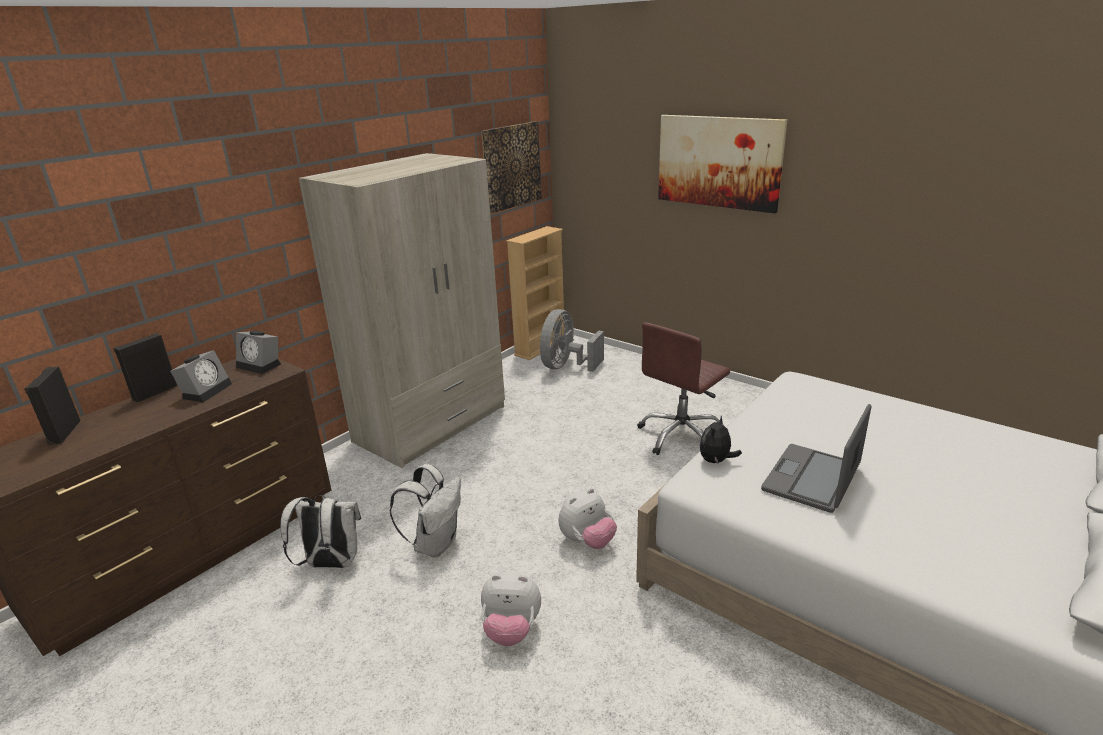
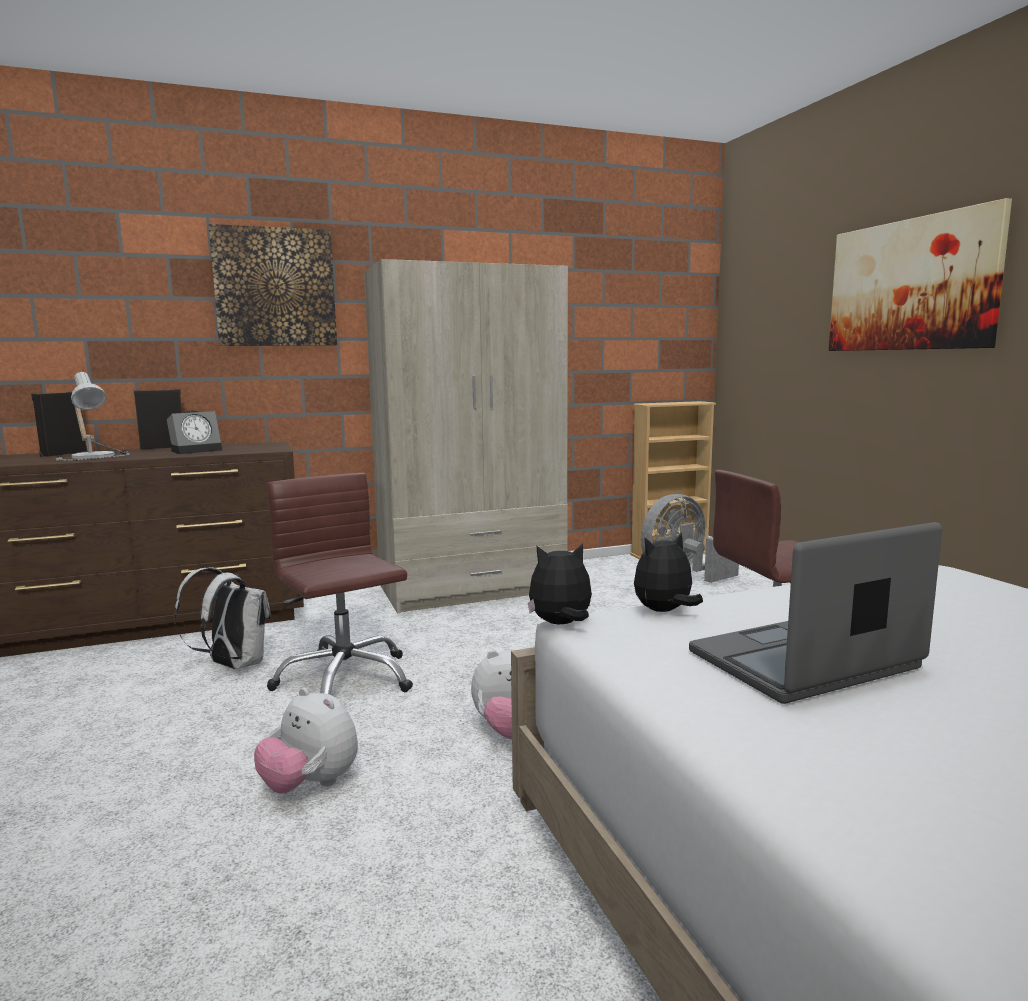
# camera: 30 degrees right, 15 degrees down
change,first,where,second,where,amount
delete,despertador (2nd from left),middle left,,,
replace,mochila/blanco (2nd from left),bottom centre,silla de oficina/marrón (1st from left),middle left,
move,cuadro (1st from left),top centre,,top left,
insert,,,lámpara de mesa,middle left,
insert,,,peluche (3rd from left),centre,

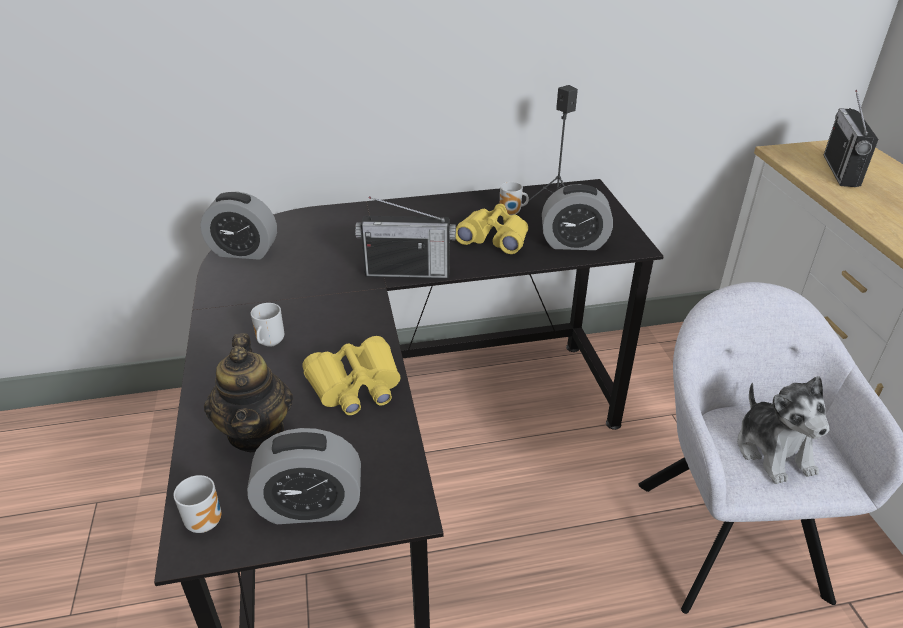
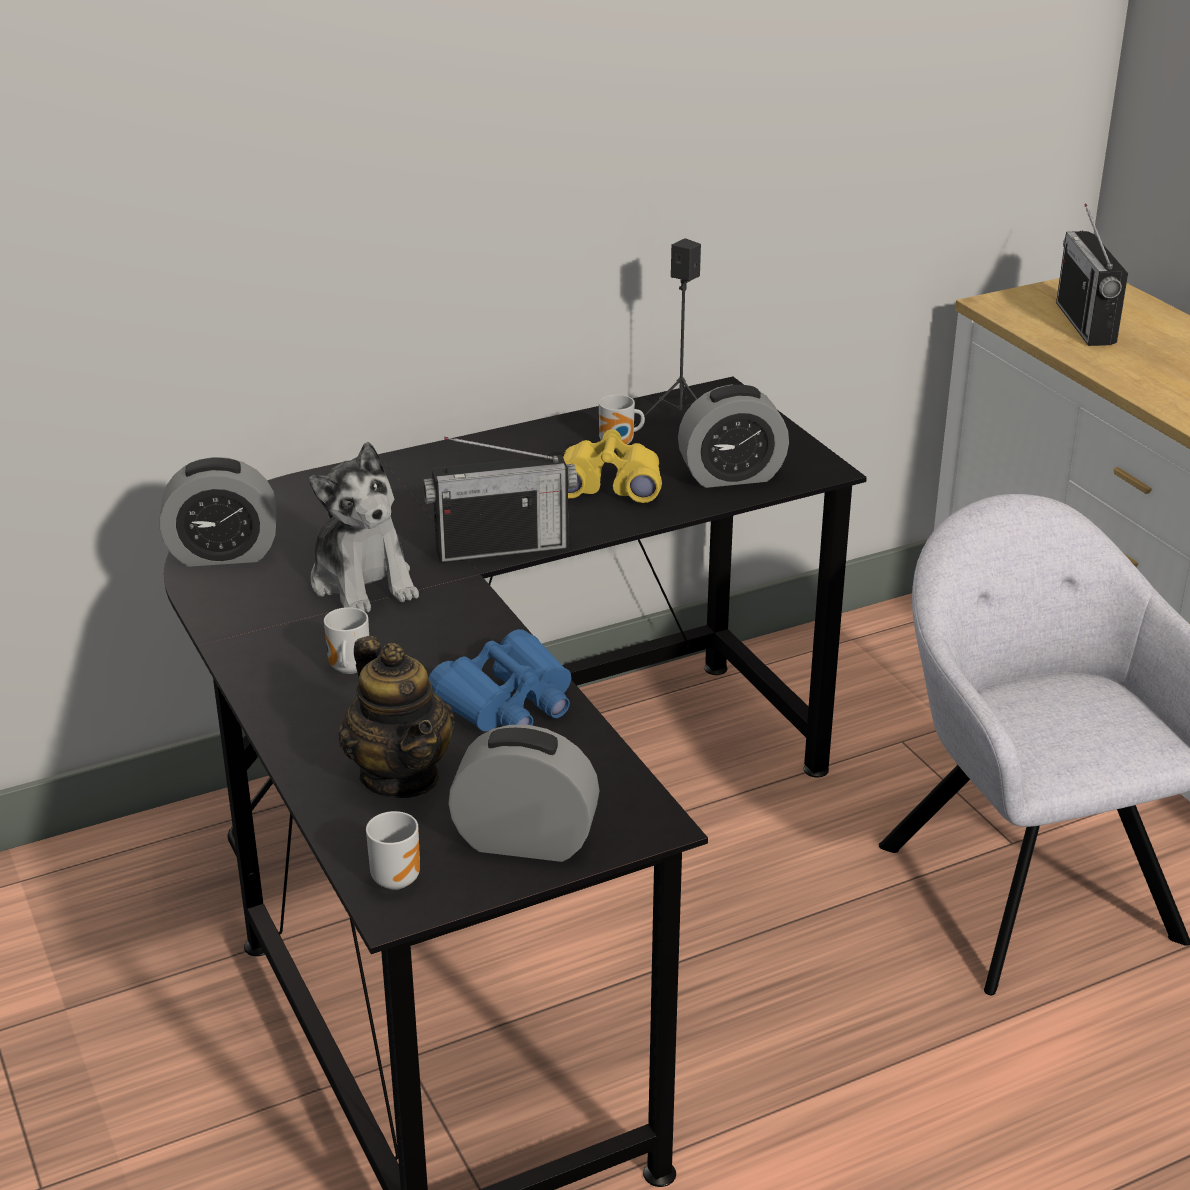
# camera: 15 degrees left, 5 degrees down
change,first,where,second,where,amount
rotate,despertador (2nd from left),bottom centre,,centre,150 degrees counterclockwise
recolor,prismáticos/amarillo (1st from left),centre,prismáticos/azul,centre,
move,peluche,bottom right,,middle left,

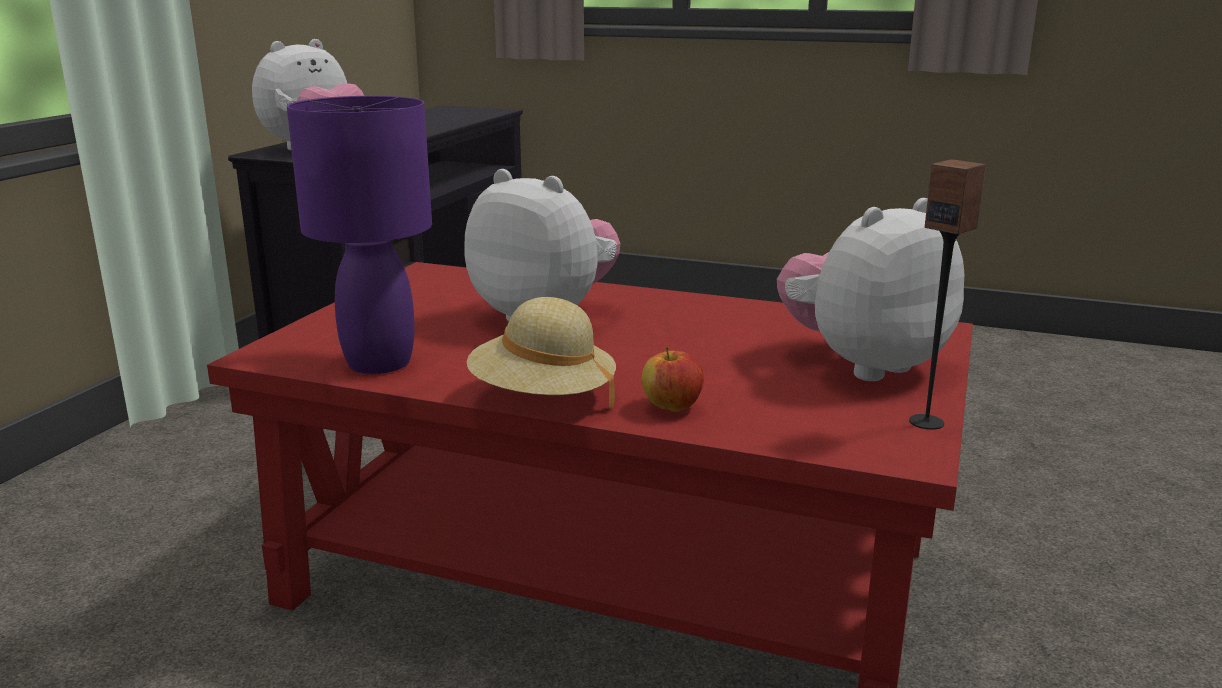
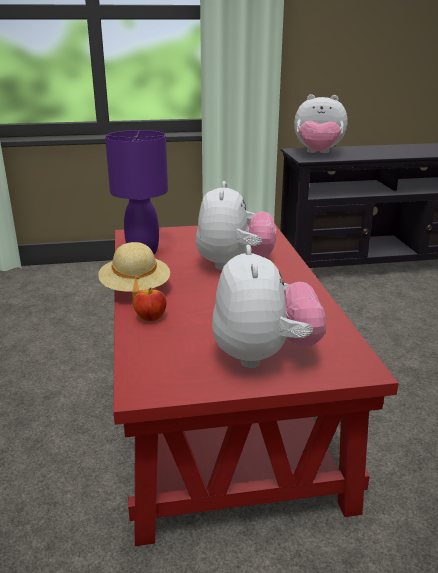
# camera: 60 degrees right, 5 degrees up
change,first,where,second,where,amount
rotate,peluche (3rd from left in the first image),middle right,peluche (2nd from left),centre,60 degrees clockwise
delete,altavoz,middle right,,,

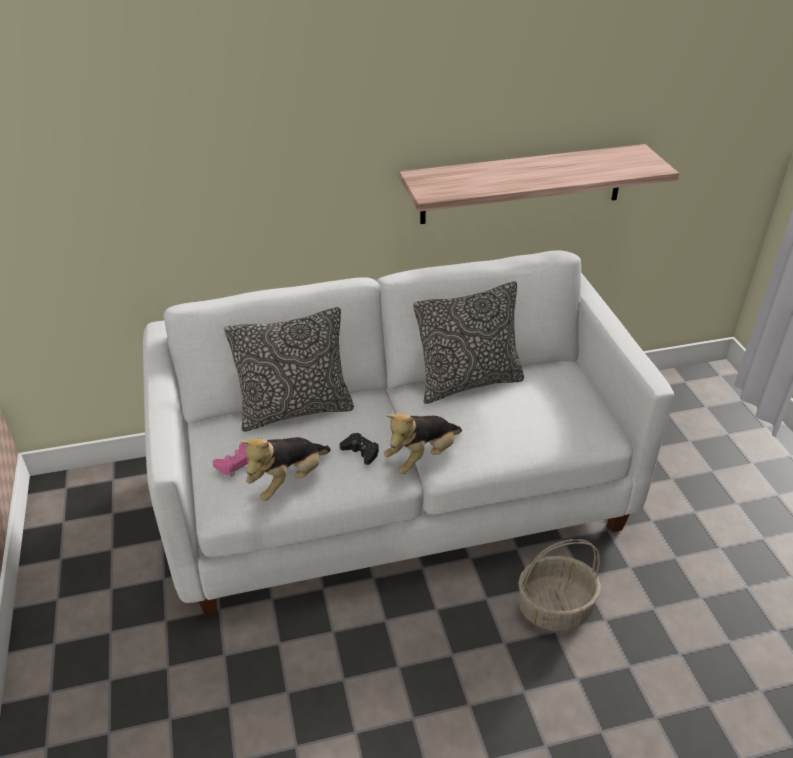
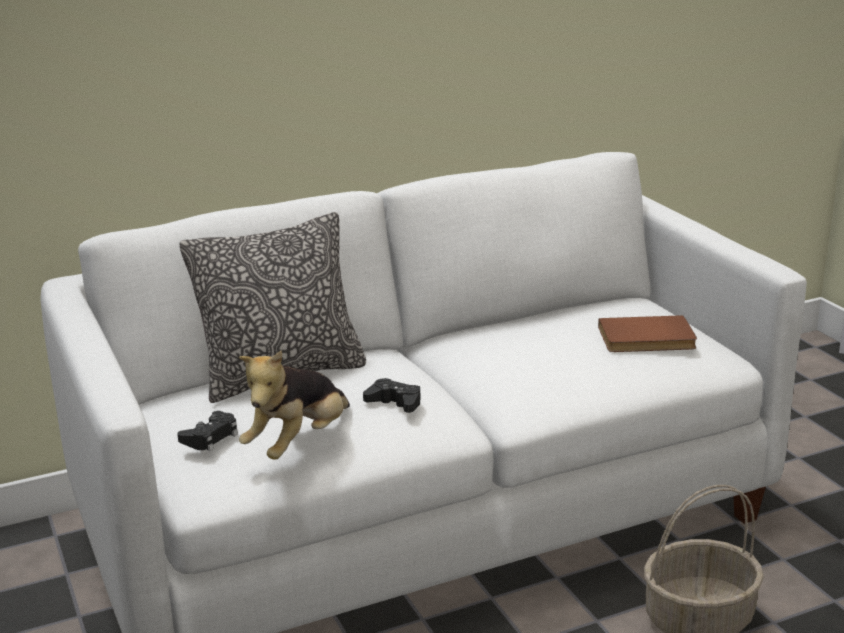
# camera: 10 degrees left, 15 degrees down
change,first,where,second,where,amount
recolor,mando de consola/rosa,middle left,mando de consola/negro (1st from left),bottom left,
delete,peluche (2nd from left),centre,,,
delete,estante,top right,,,
delete,cojín (2nd from left),centre,,,
insert,,,libro/marrón,middle right,

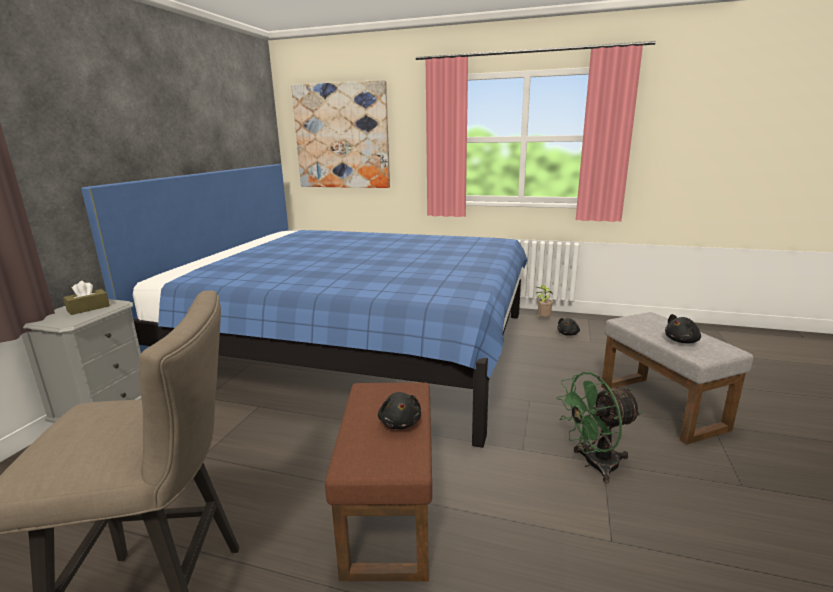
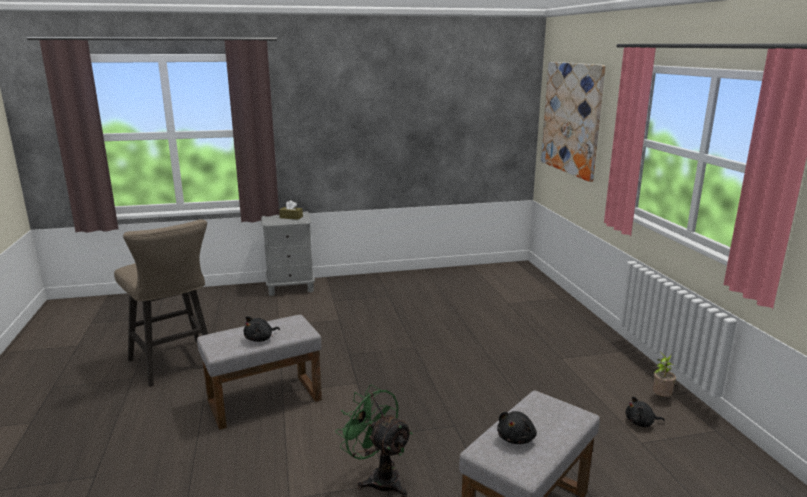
# camera: 60 degrees right, 0 degrees up
change,first,where,second,where,amount
delete,cama/azul,centre,,,
recolor,puf/marrón,bottom centre,puf/gris (1st from left),bottom left,
rotate,peluche/negro (3rd from left in the first image),middle right,peluche/negro (2nd from left),bottom centre,90 degrees counterclockwise

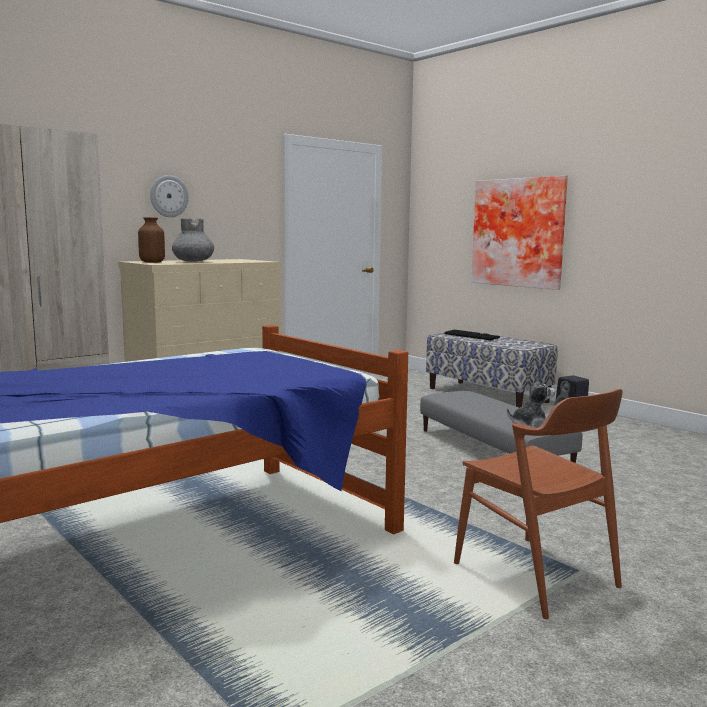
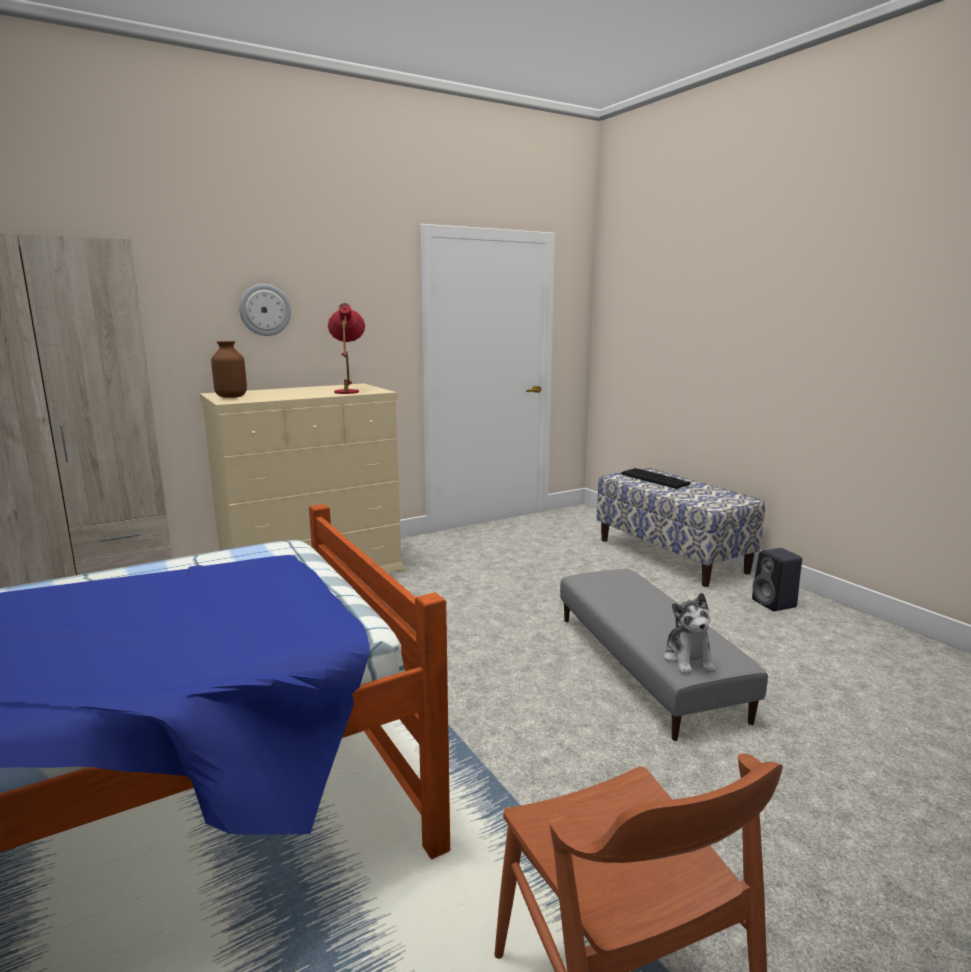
# camera: 10 degrees right, 5 degrees up
change,first,where,second,where,amount
delete,florero/gris,middle left,,,
delete,cuadro,top right,,,
rotate,peluche,middle right,,middle right,90 degrees clockwise
insert,,,lámpara de mesa/rojo,centre,

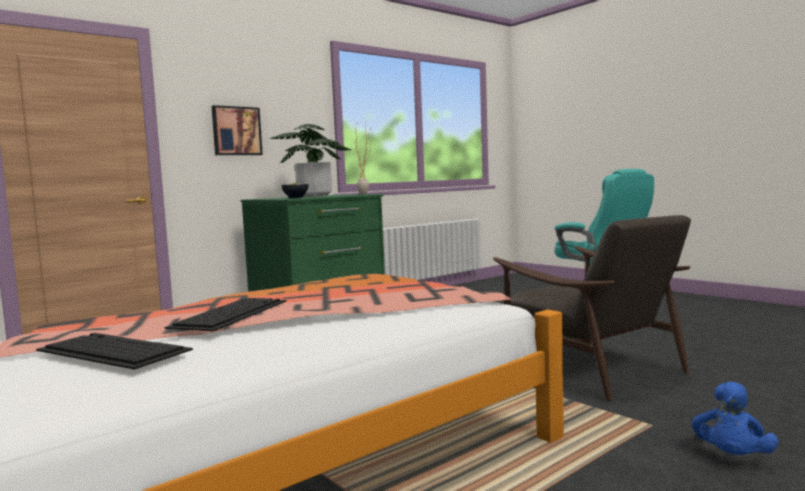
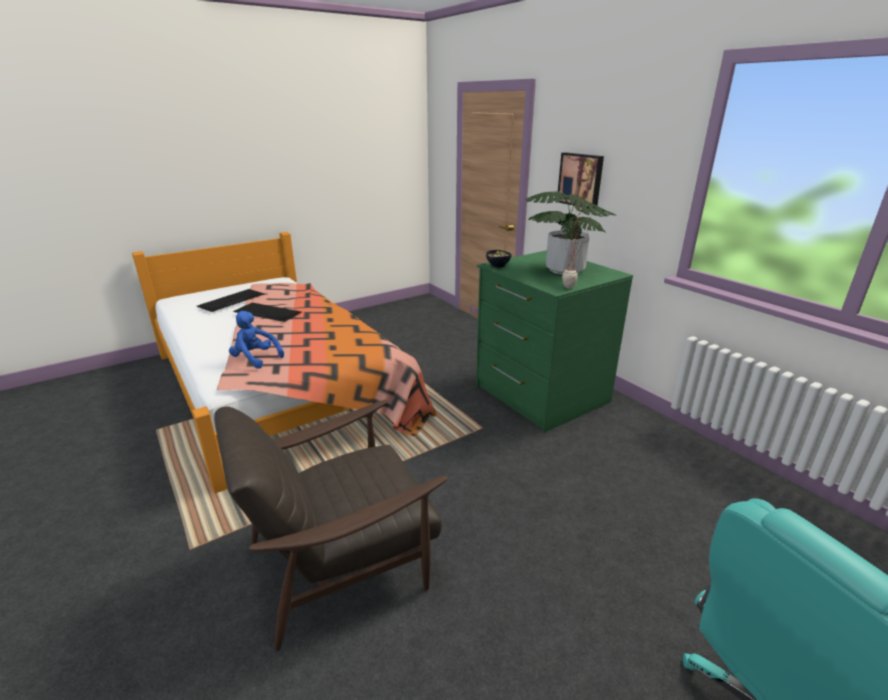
# camera: 95 degrees right, 20 degrees up
change,first,where,second,where,amount
move,peluche/azul,bottom right,,middle left,

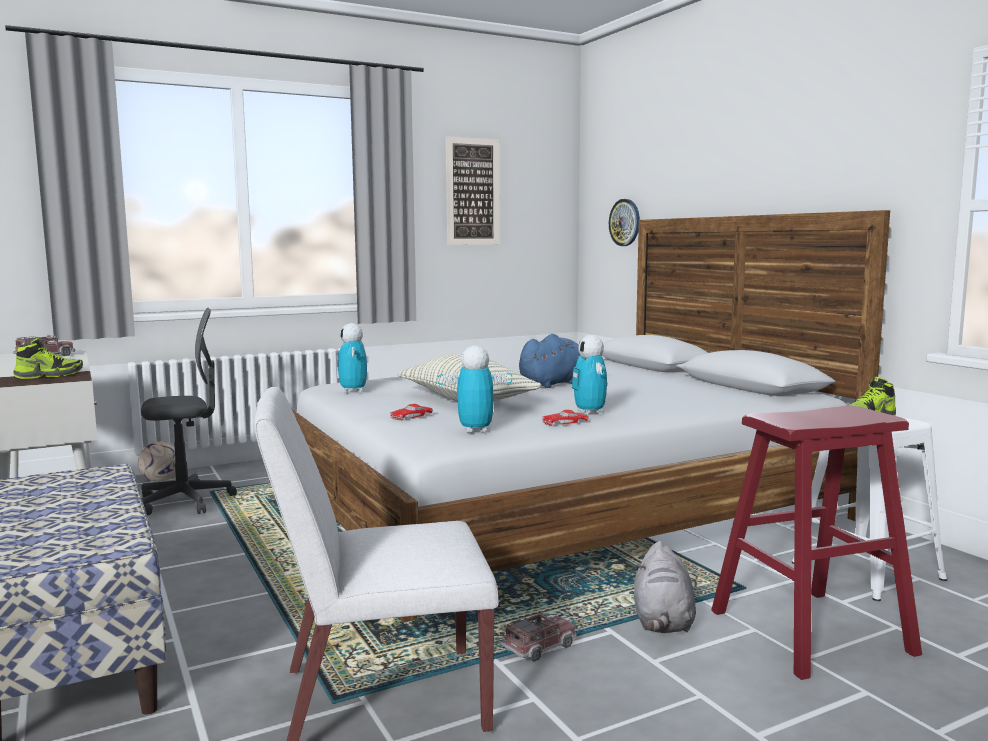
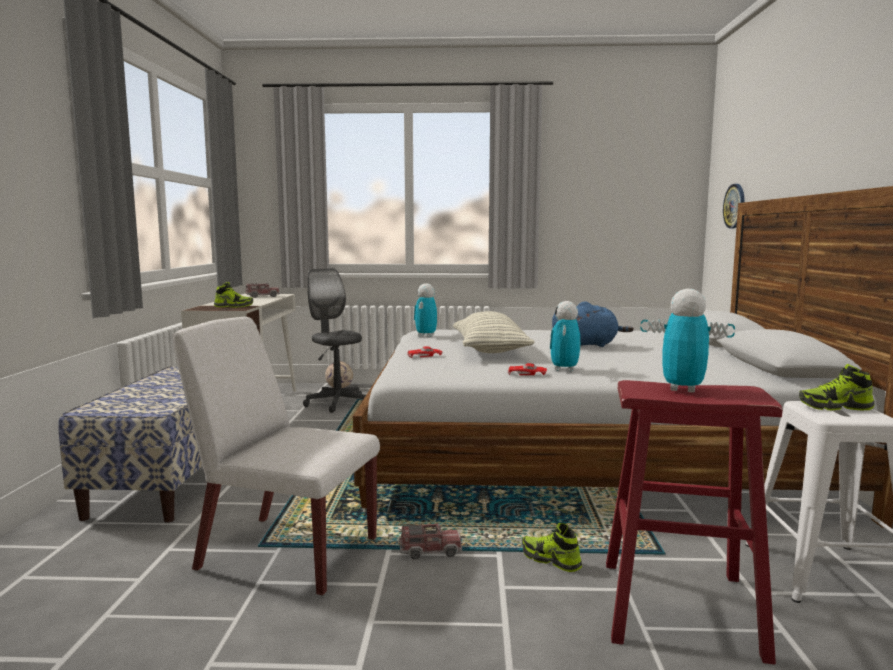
# camera: 30 degrees right, 0 degrees up
change,first,where,second,where,amount
rotate,silla de oficina/gris,middle left,,centre,135 degrees counterclockwise
move,robot de juguete (2nd from left in the first image),centre,robot de juguete (3rd from left),middle right,
delete,cuadro,top centre,,,
replace,peluche/gris,bottom right,zapato (2nd from left),bottom centre,

